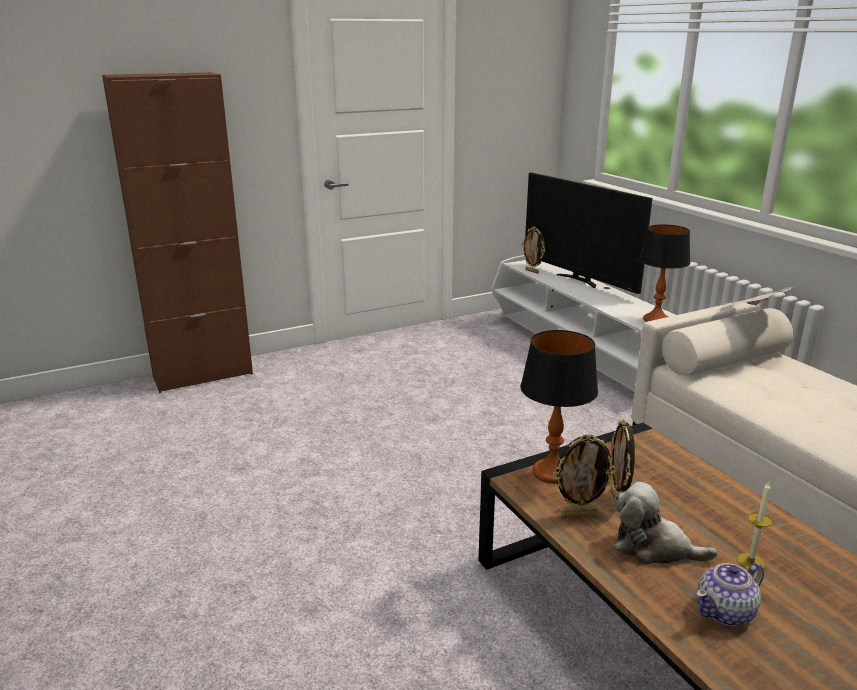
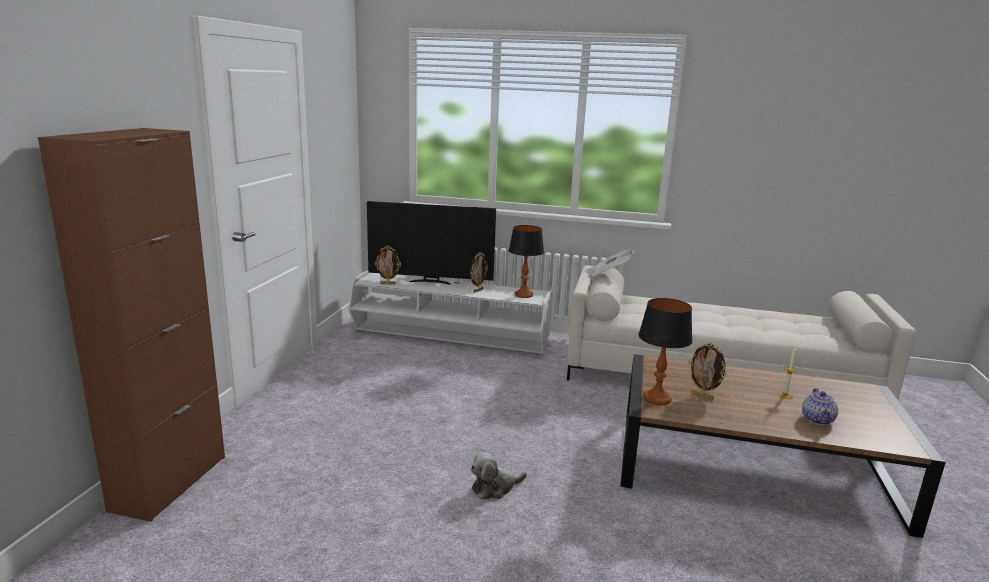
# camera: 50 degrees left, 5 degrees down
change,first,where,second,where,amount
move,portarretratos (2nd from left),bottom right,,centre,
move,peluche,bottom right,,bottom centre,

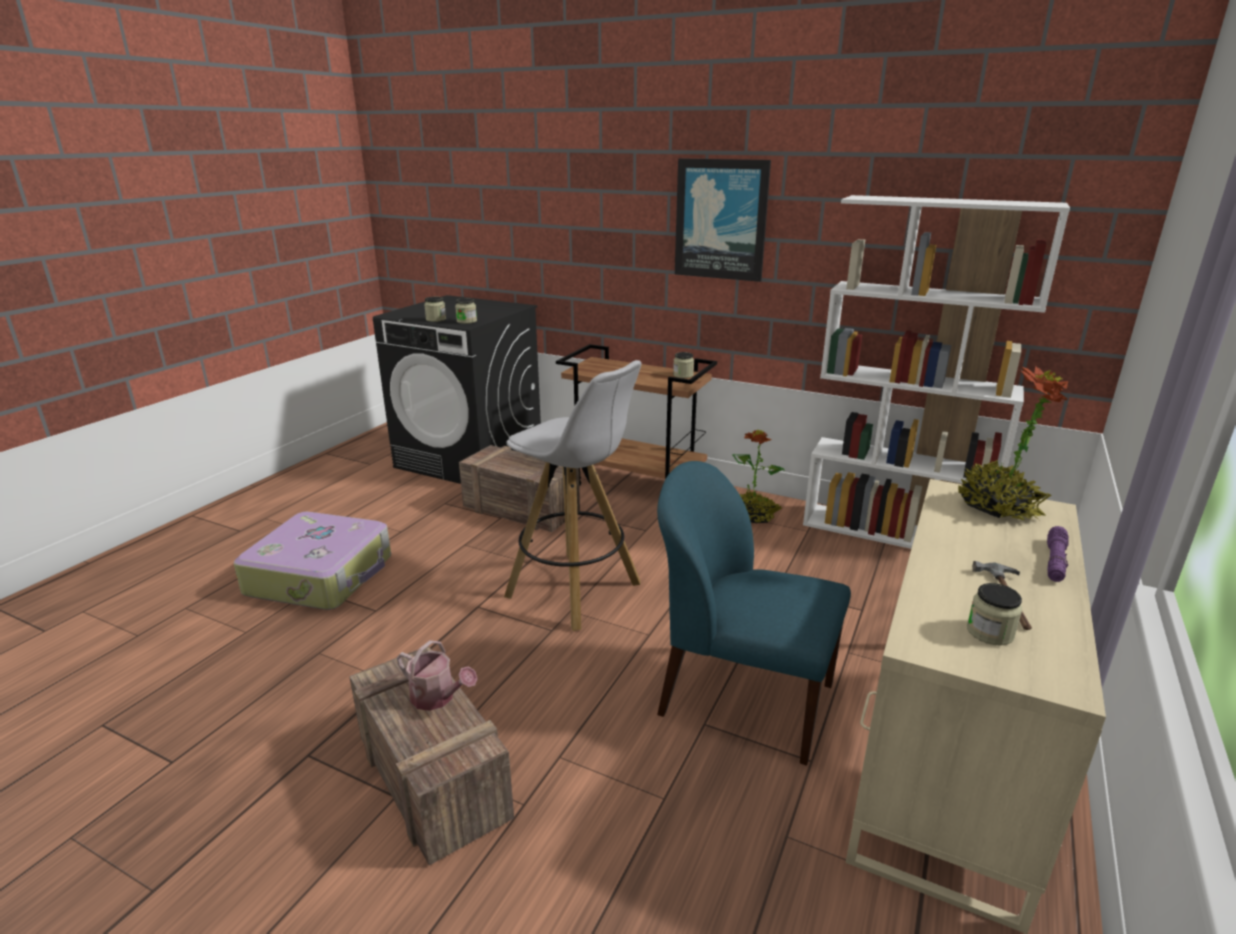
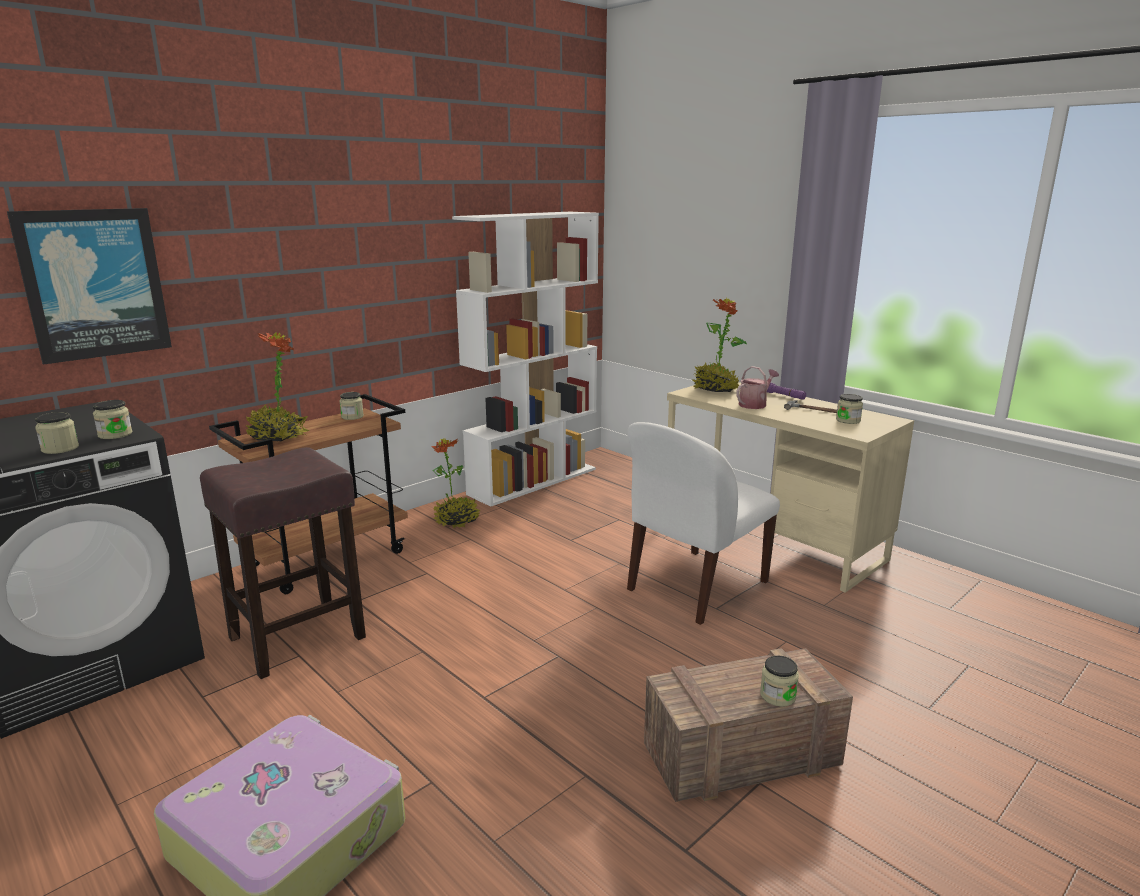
# camera: 70 degrees left, 5 degrees down
change,first,where,second,where,amount
move,regadera,bottom centre,,centre,
replace,caja de embalaje (2nd from left),centre,taburete/marrón,middle left,
delete,taburete/blanco,centre,,,
recolor,silla/azul,centre,silla/blanco,centre,
move,cuadro,top centre,,top left,
insert,,,planta en maceta (1st from left),middle left,
insert,,,tarro (4th from left),bottom right,

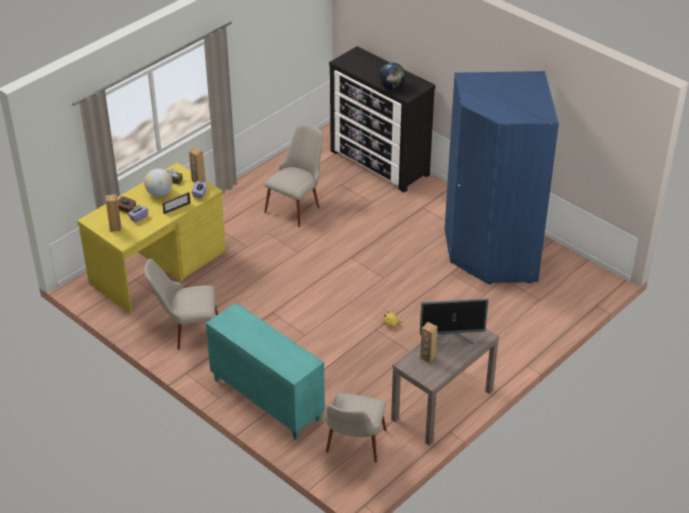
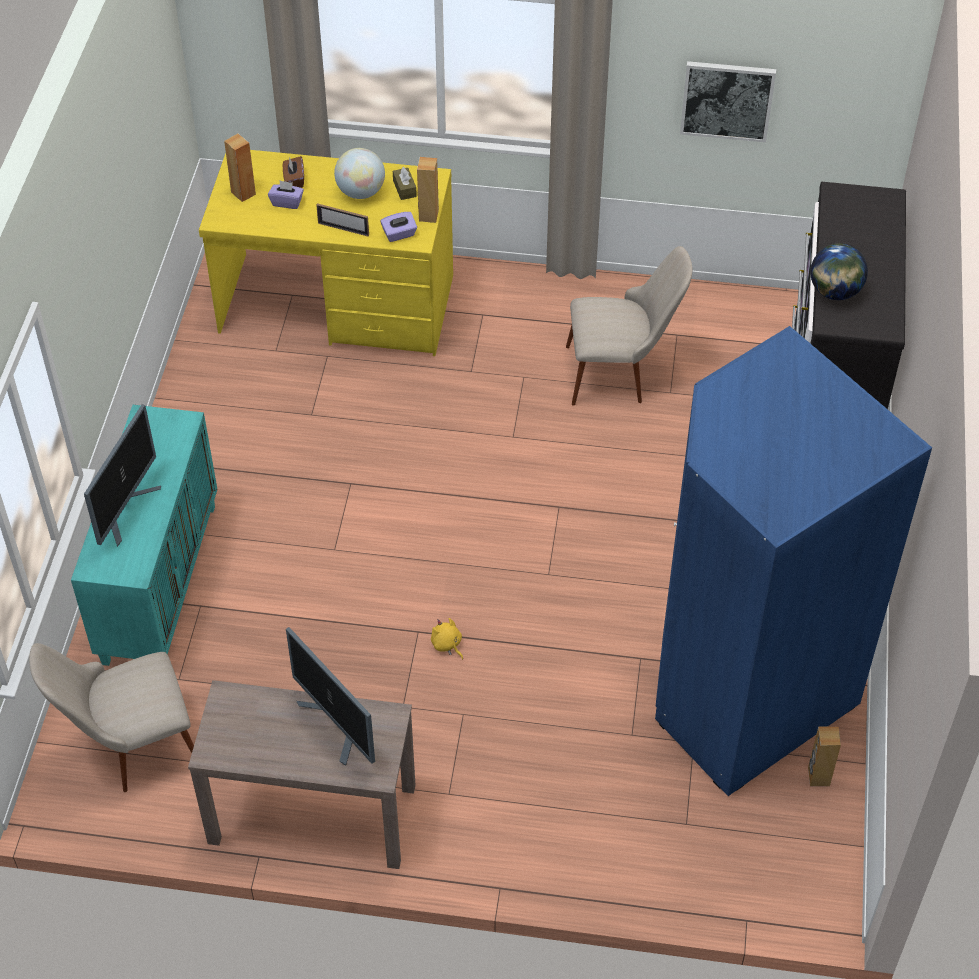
# camera: 55 degrees right, 10 degrees up
change,first,where,second,where,amount
delete,silla/beis (1st from left),middle left,,,
move,altavoz/marrón (3rd from left),bottom centre,,bottom right,
insert,,,monitor (1st from left),middle left,
insert,,,cuadro,top right,

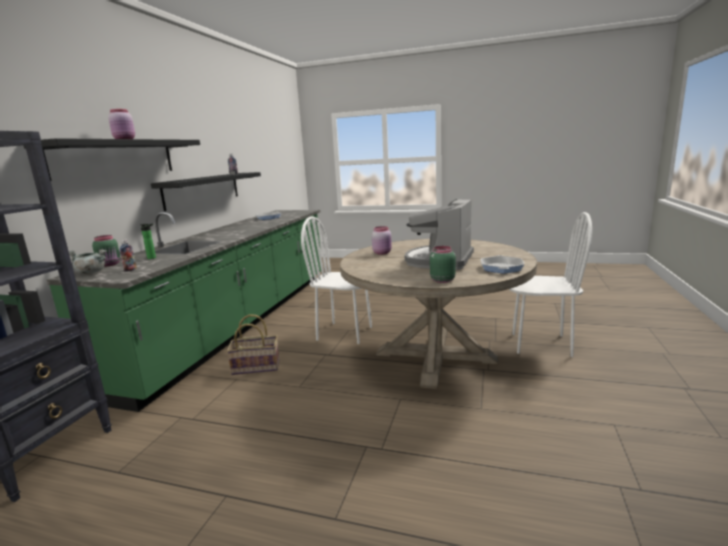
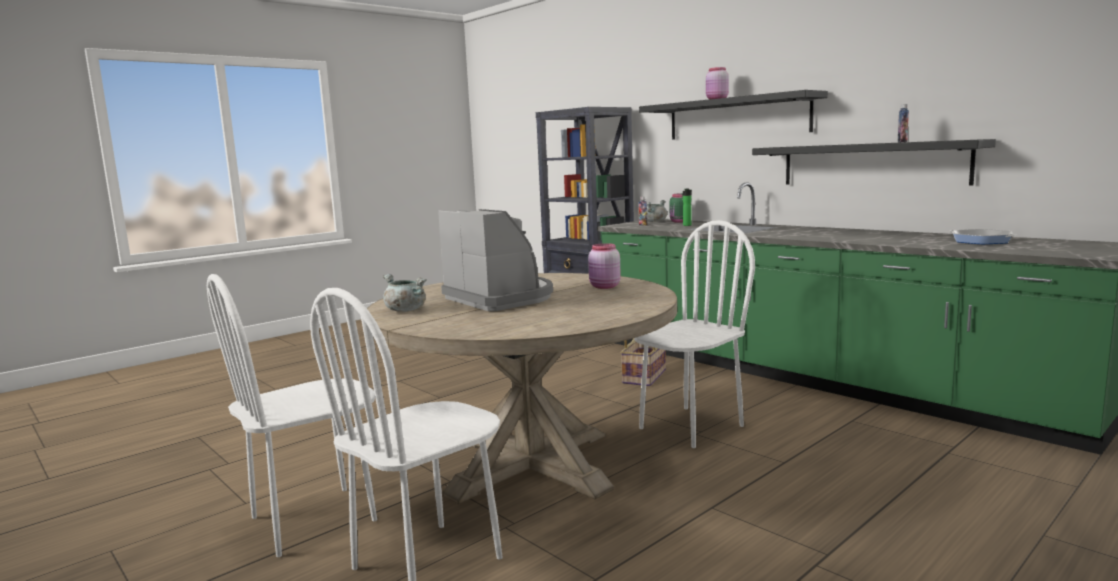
# camera: 120 degrees right, 5 degrees down
change,first,where,second,where,amount
delete,tarro/verde (2nd from left),centre,,,
replace,sartén (2nd from left),middle right,olla/gris (1st from left),centre,
insert,,,silla/blanco (1st from left),bottom left,

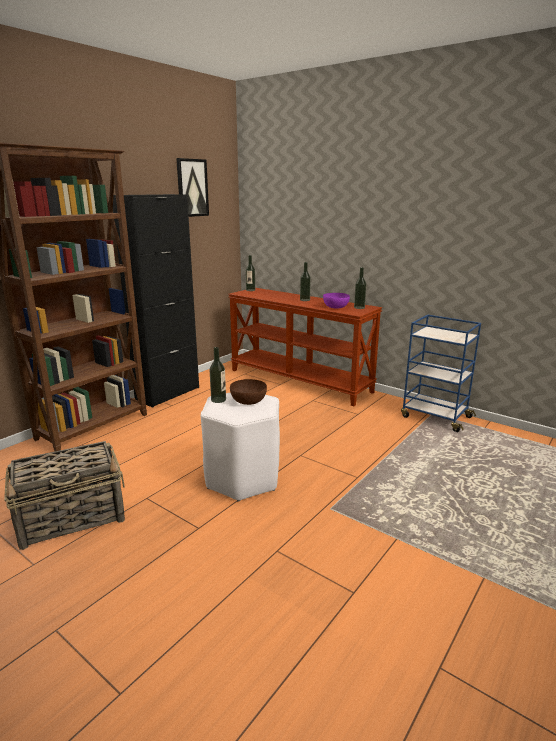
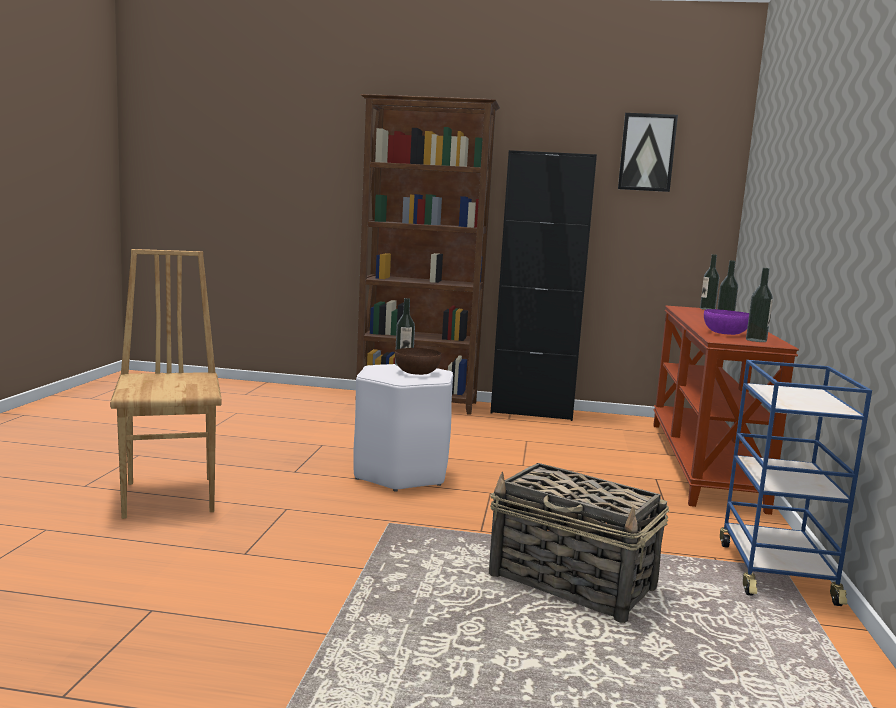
# camera: 60 degrees right, 10 degrees down
change,first,where,second,where,amount
move,cesta,bottom left,,bottom centre,
insert,,,silla/marrón,middle left,

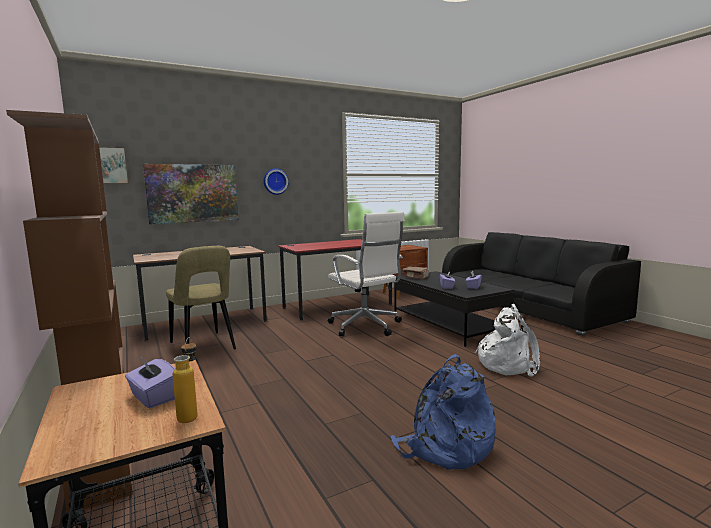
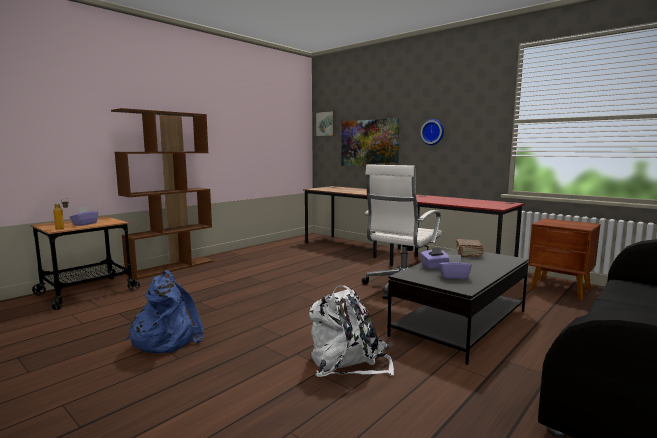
# camera: 70 degrees right, 0 degrees up
change,first,where,second,where,amount
delete,silla/beis,middle left,,,

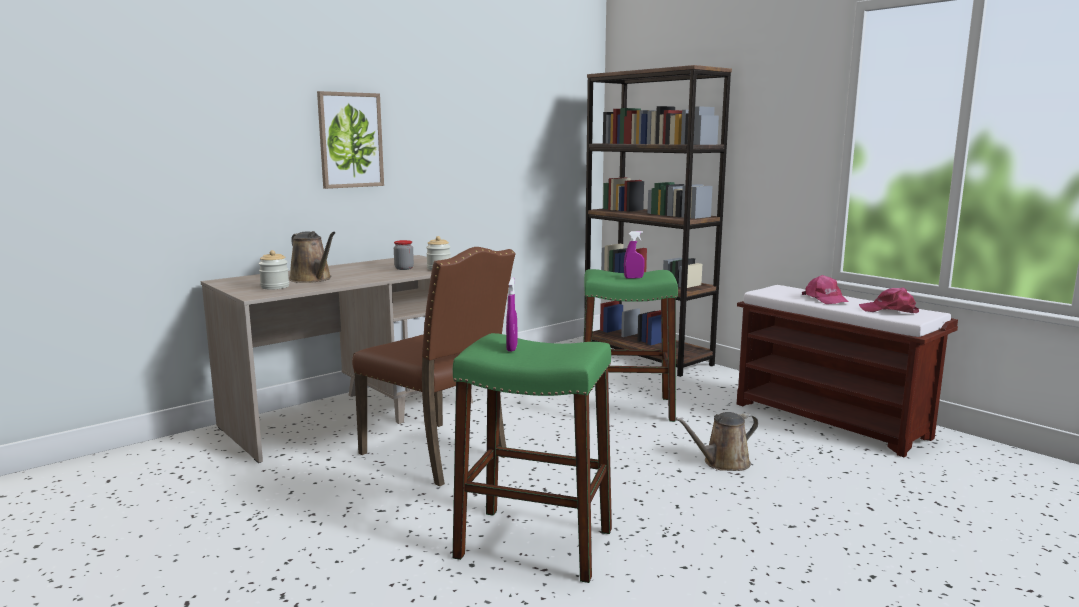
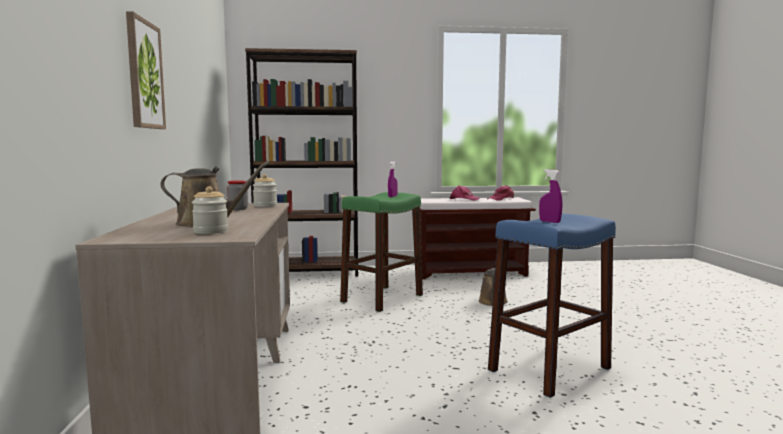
# camera: 55 degrees left, 5 degrees down
change,first,where,second,where,amount
delete,silla/marrón,centre,,,
recolor,taburete/verde (1st from left),bottom centre,taburete/azul,bottom right,

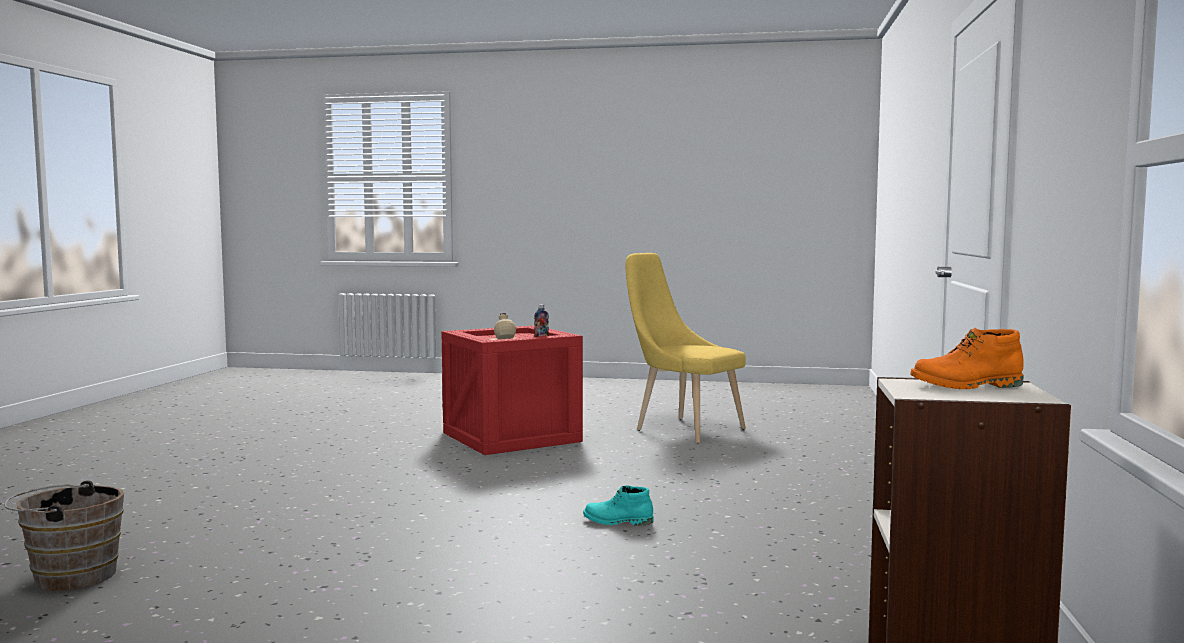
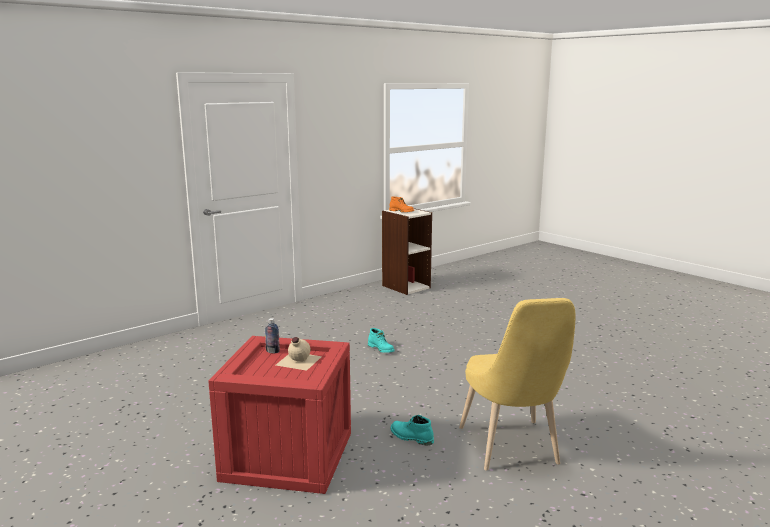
# camera: 140 degrees left, 10 degrees up
change,first,where,second,where,amount
delete,cubo/marrón,bottom left,,,
move,silla/amarillo,centre,,bottom right,
insert,,,bota/turquesa (2nd from left),bottom centre,

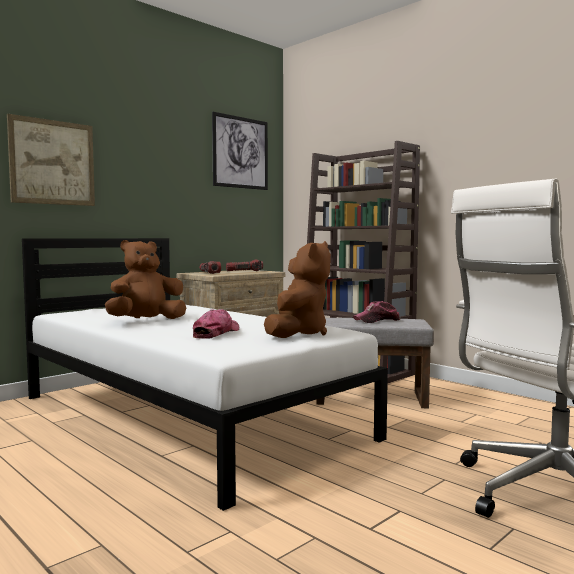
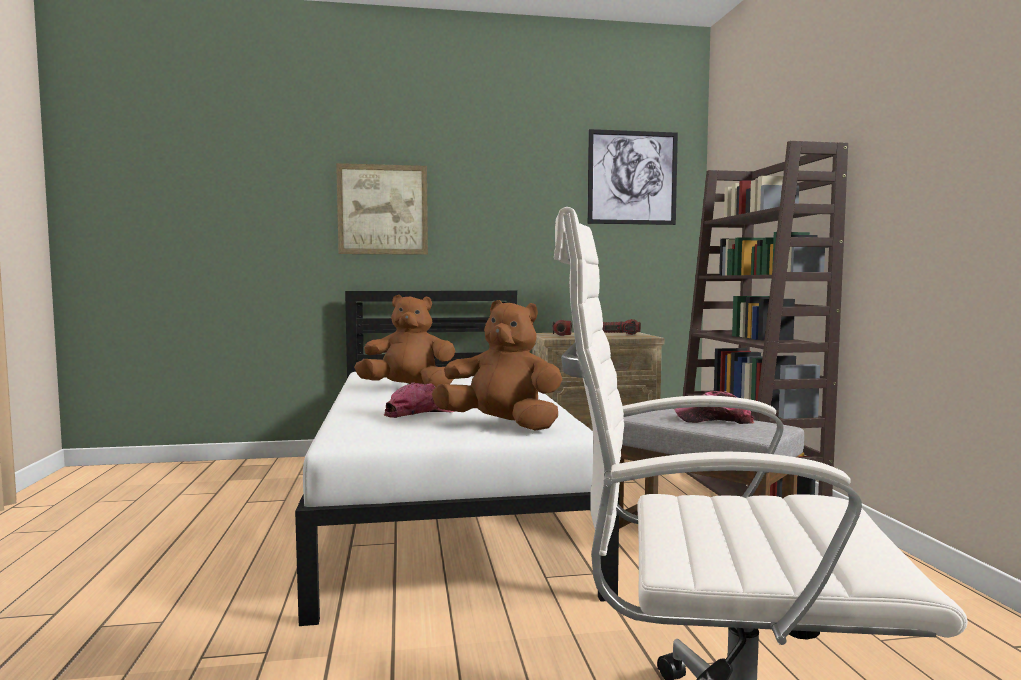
# camera: 35 degrees right, 0 degrees up
change,first,where,second,where,amount
rotate,peluche/marrón (2nd from left),centre,,centre,120 degrees counterclockwise

